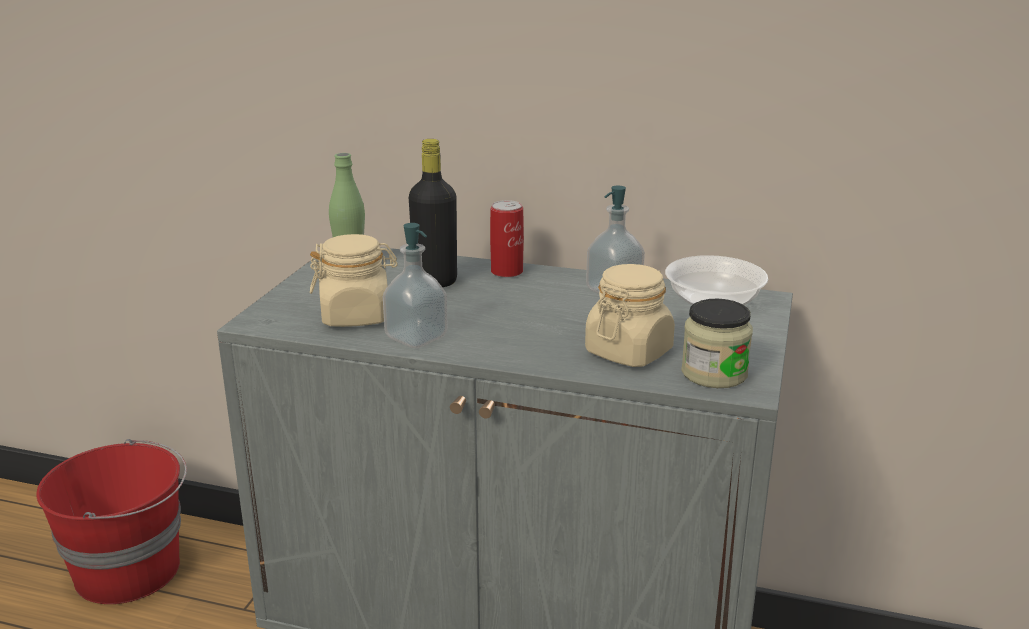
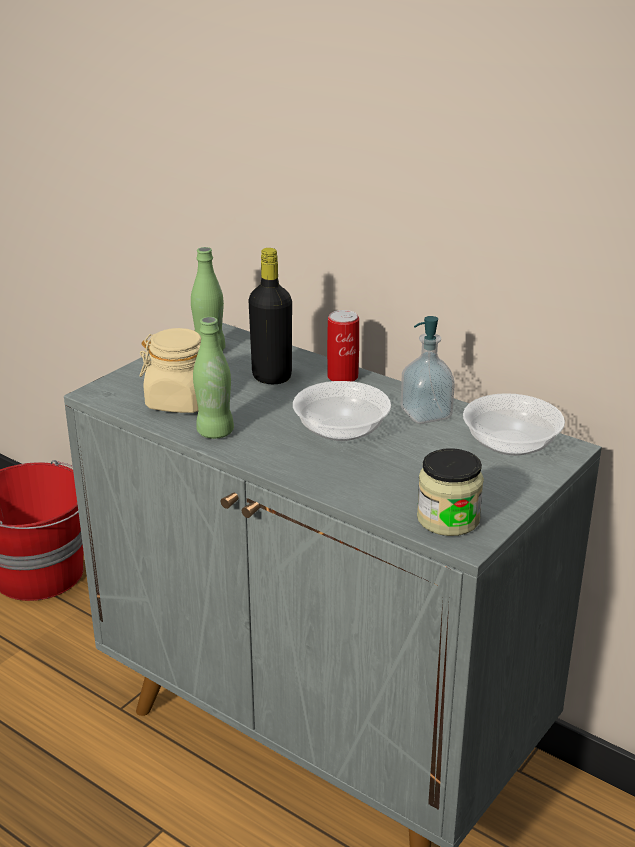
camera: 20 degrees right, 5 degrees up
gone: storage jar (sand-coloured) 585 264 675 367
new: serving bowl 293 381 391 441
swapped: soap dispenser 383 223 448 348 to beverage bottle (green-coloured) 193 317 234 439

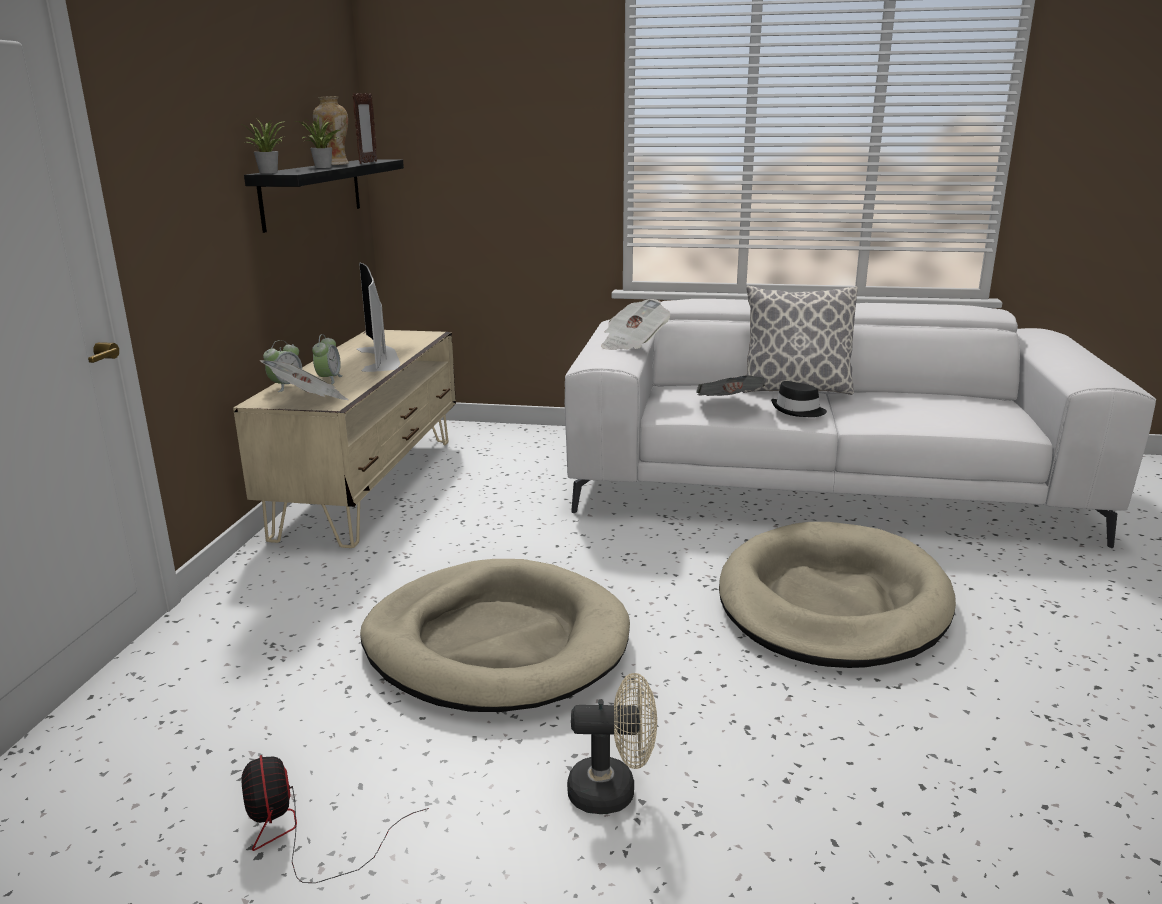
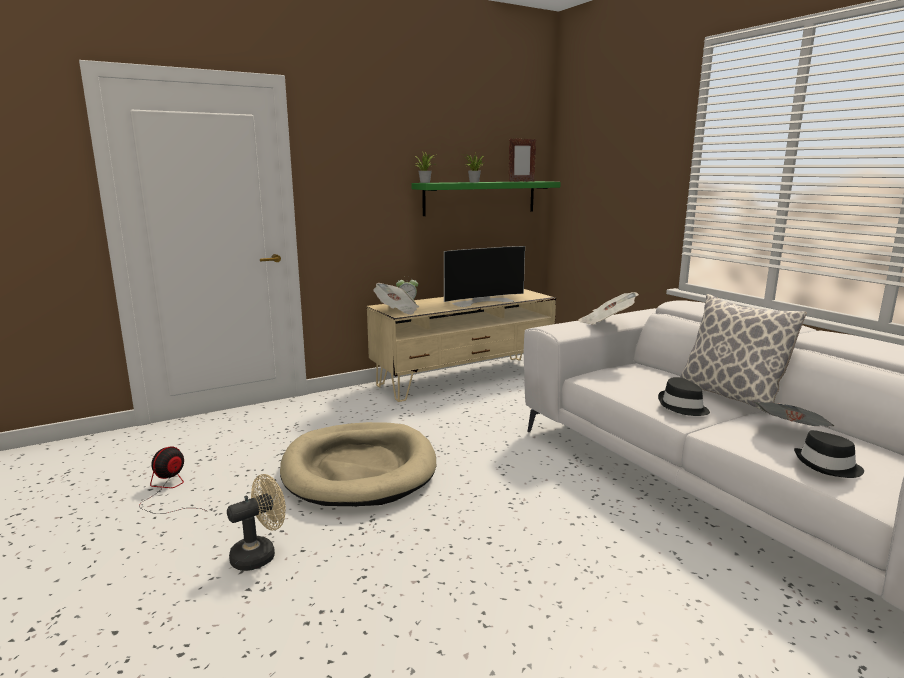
camera: 50 degrees right, 5 degrees down
gone: decorative vase 313 96 349 165; alarm clock 312 334 343 384; dog cushion (sand-coloured) 719 522 956 668
new: clothing hat (blackish) 794 430 864 478
shifted: newspaper 697 375 765 396 to 753 402 834 427
repainted: wall shelf (blackish) 244 160 404 233 to wall shelf (green-coloured) 411 181 561 216
rotated: TV set 357 263 400 372 = 444 246 525 307 150 degrees counterclockwise; fan (sand-coloured) 567 673 657 814 = 227 474 286 571 90 degrees counterclockwise

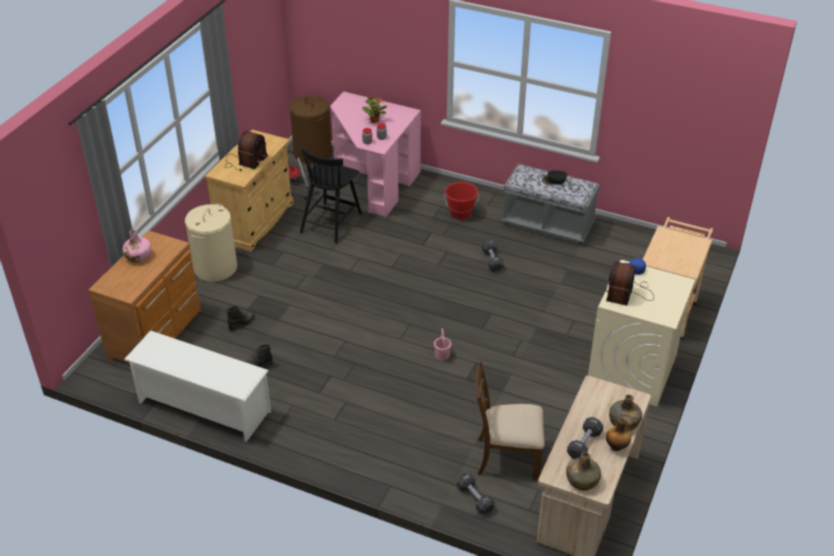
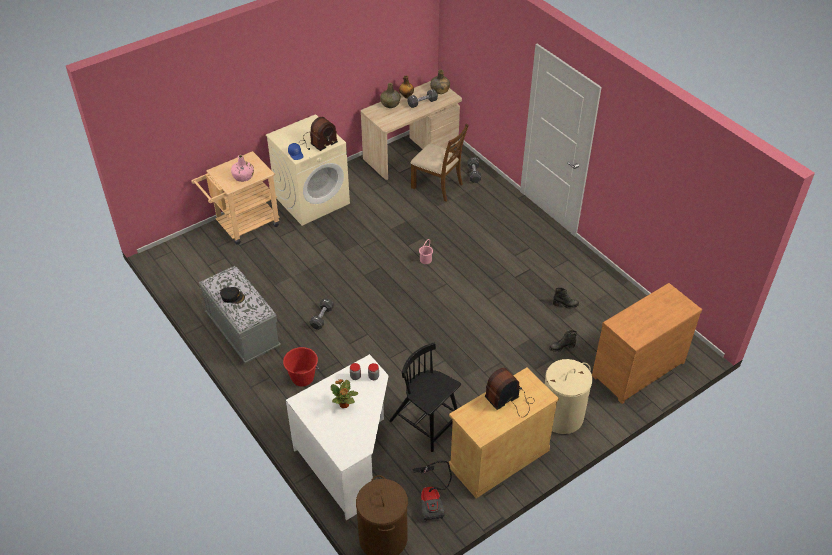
camera: 150 degrees left, 5 degrees up
gone: shoe shelf (whitish) 124 330 271 442
shifted: beverage bottle (pink-coloured) 122 229 151 262 to 231 155 254 182
repainted: desk (pink-coloured) 330 92 421 217 to desk (whitish) 286 354 388 520
rotated: upright chair (blackish) 300 148 362 244 = 389 343 461 452 105 degrees counterclockwise

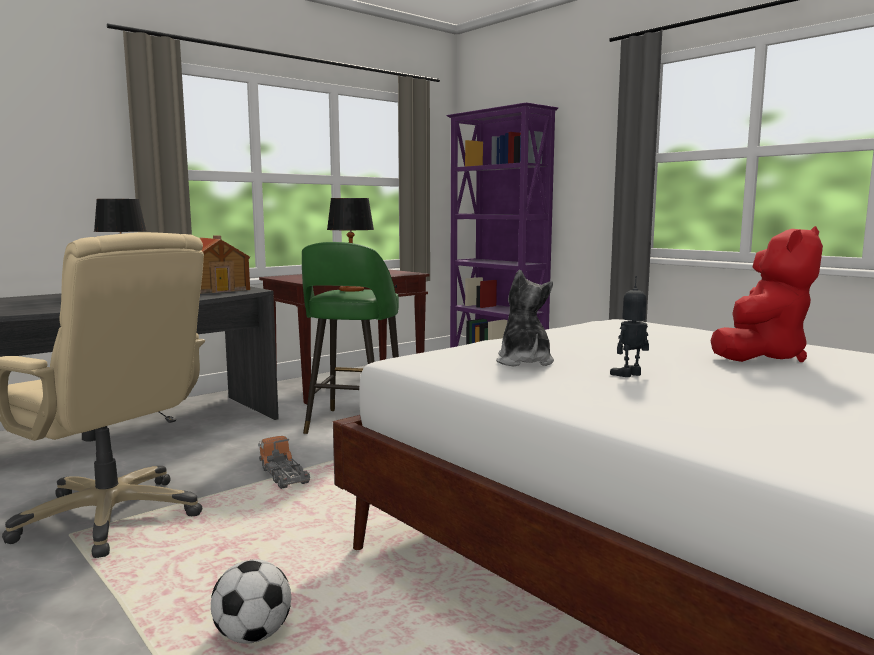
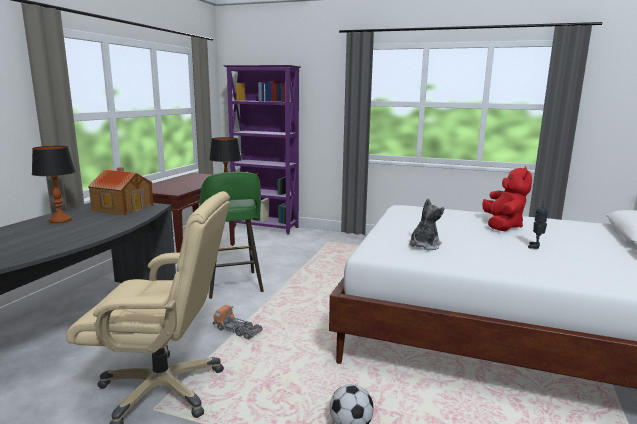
camera: 30 degrees left, 5 degrees up
shifted: model robot 610 276 649 377 to 528 201 548 249
rotated: cuddly toy 496 270 554 367 = 409 198 445 250 75 degrees clockwise

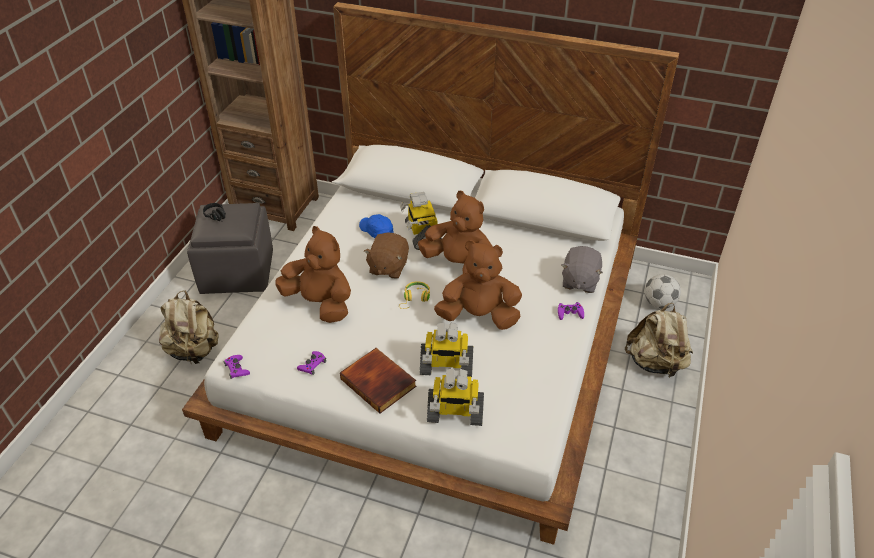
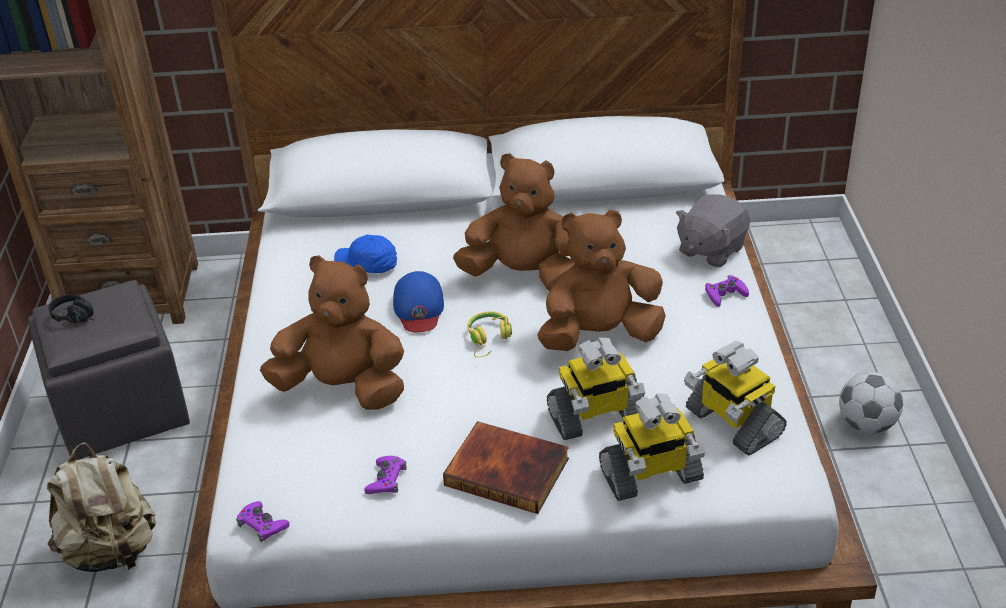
camera: 20 degrees left, 5 degrees down
gone: knapsack (sand-coloured) 625 303 693 379
shifted: model robot 400 192 442 250 to 684 341 786 456; ball for football 645 274 681 309 to 839 372 903 433
swapped: cuddly toy (brown) 364 233 409 279 to baseball cap (bluish) 393 271 444 332
rotated: cuddly toy (grey) 561 246 603 293 = 676 194 750 267 45 degrees clockwise

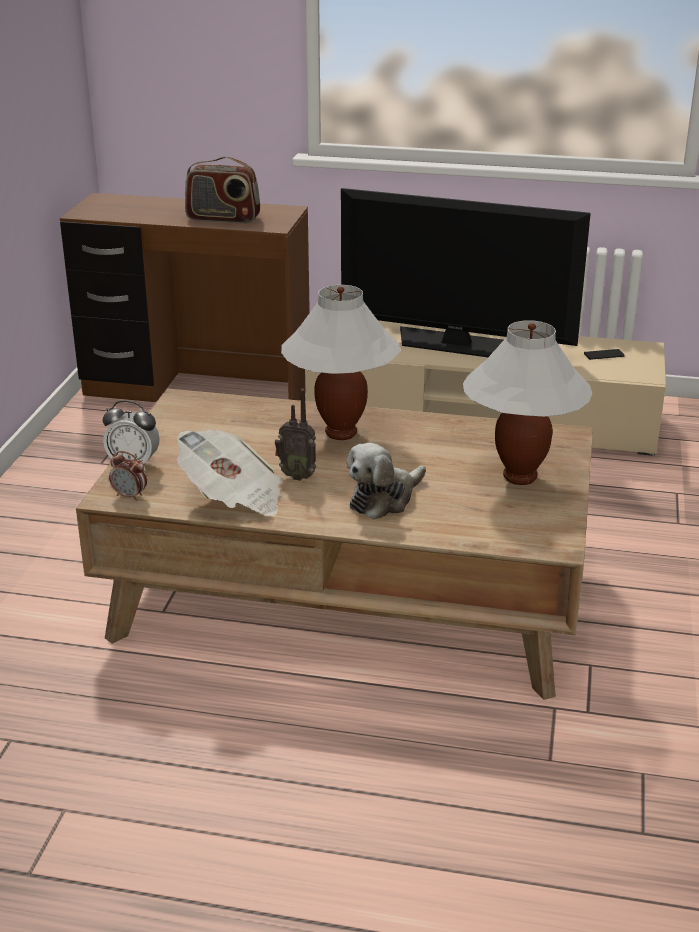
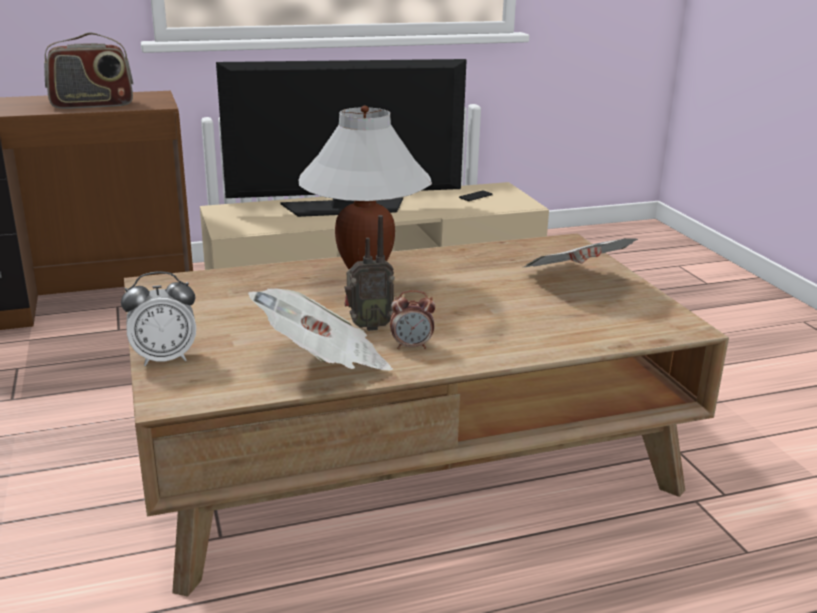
camera: 30 degrees left, 5 degrees down
gone: cuddly toy 347 443 426 520
shifted: alarm clock 109 451 147 501 to 390 290 436 349
swapped: table lamp (whitish) 463 320 592 485 to newspaper 524 238 638 267

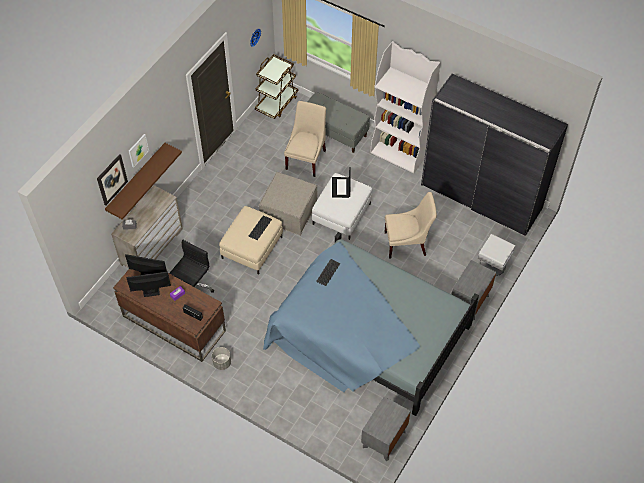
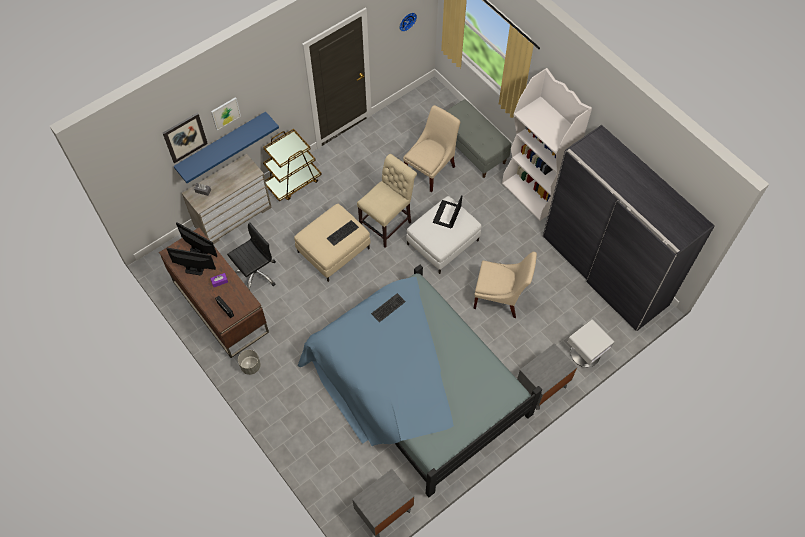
camera: 20 degrees right, 5 degrees up
shifted: cart (brown) 255 54 298 119 to 263 129 322 201
swapped: pouffe (sand-coloured) 258 172 318 236 to upright chair (sand-coloured) 357 154 417 248
repainted: wall shelf (brown) 105 143 182 220 to wall shelf (bluish) 174 112 279 183

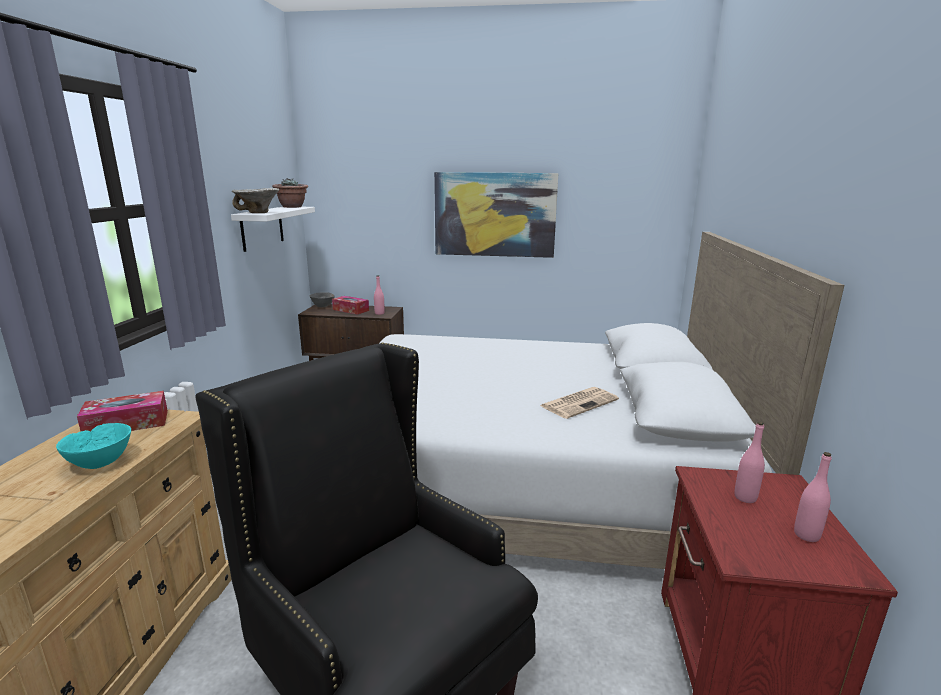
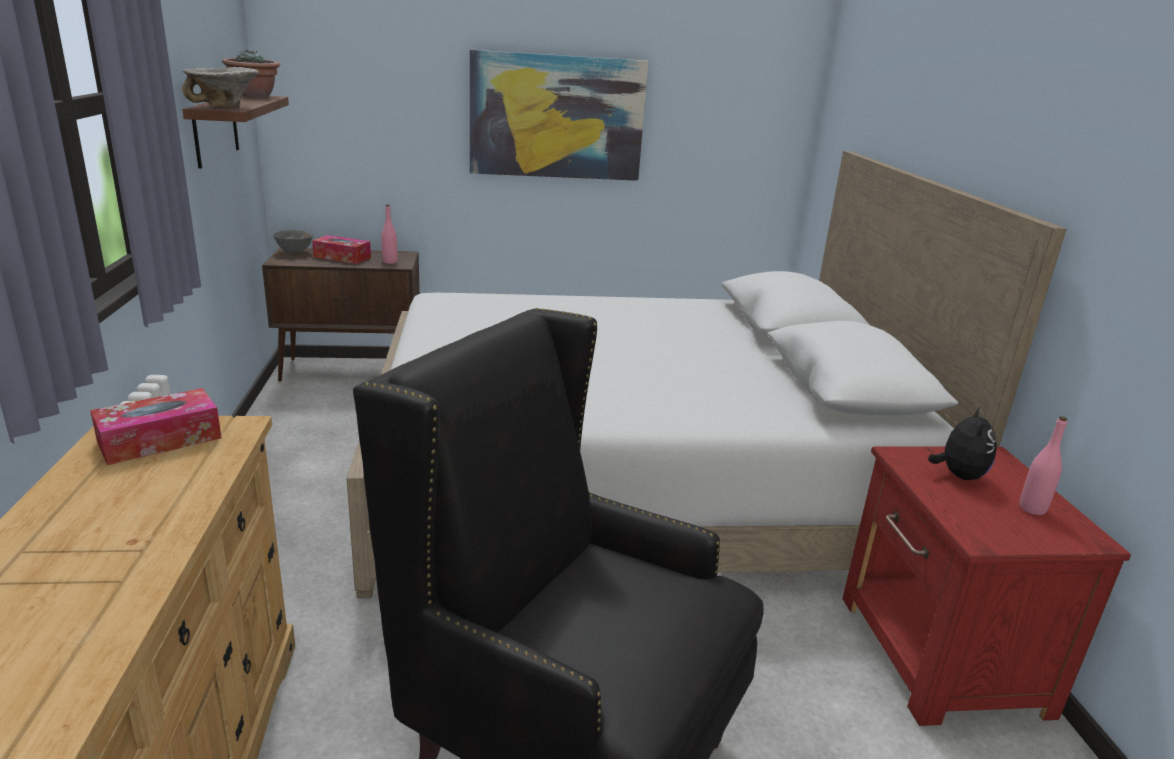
camera: 15 degrees left, 5 degrees up
gone: newspaper 540 387 619 419; serving bowl (turquoise-coloured) 56 423 131 469
swapped: beverage bottle (pink-coloured) 735 422 765 503 to cuddly toy 928 407 997 480
repainted: wall shelf (whitish) 231 207 315 252 to wall shelf (brown) 182 96 289 169

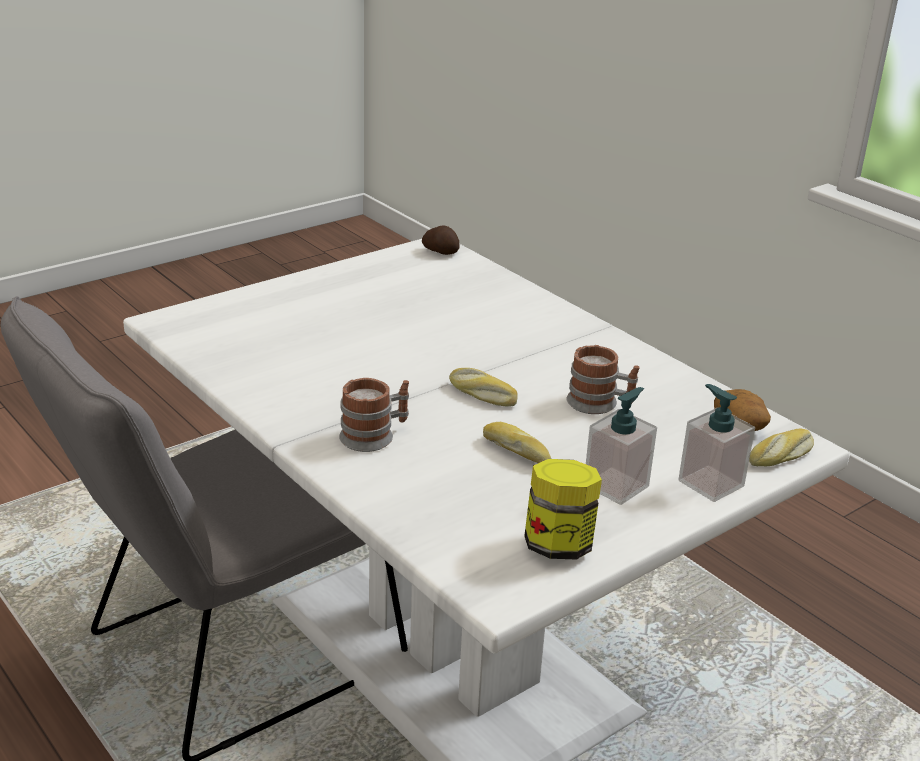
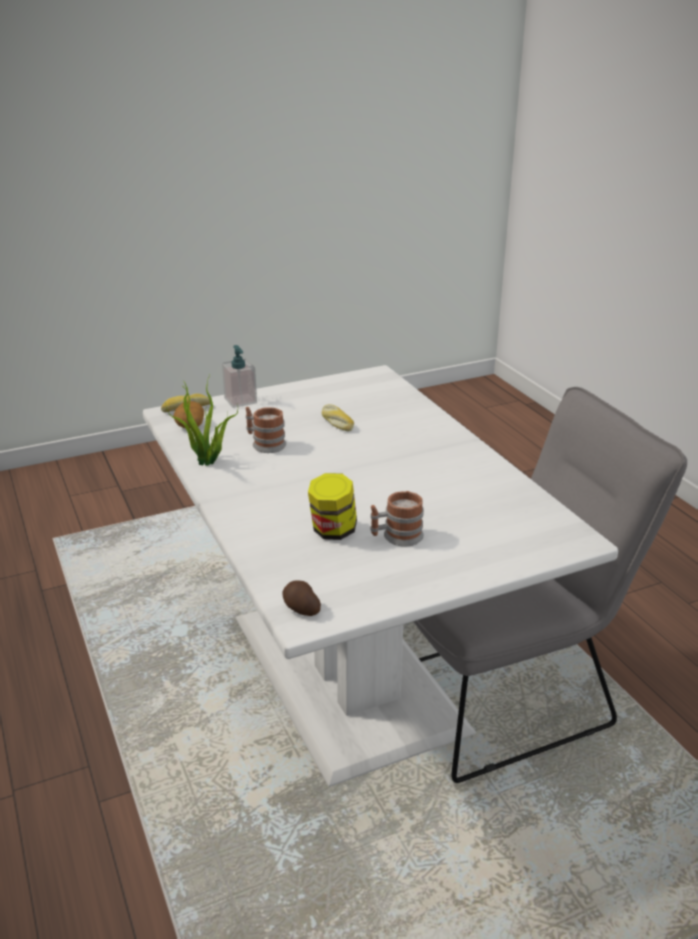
camera: 165 degrees left, 0 degrees up
gone: bakery bread 449 368 518 407; soap dispenser 586 387 657 505
new: potted plant 165 375 238 466
shifted: mug 339 378 409 452 to 370 491 424 547; storage jar 524 459 602 560 to 308 473 357 540

